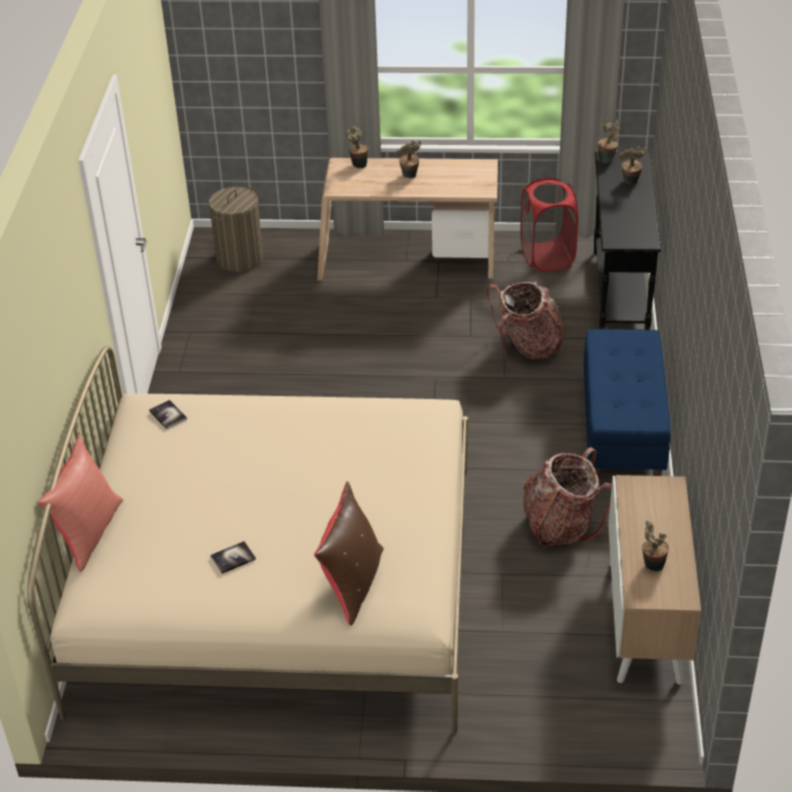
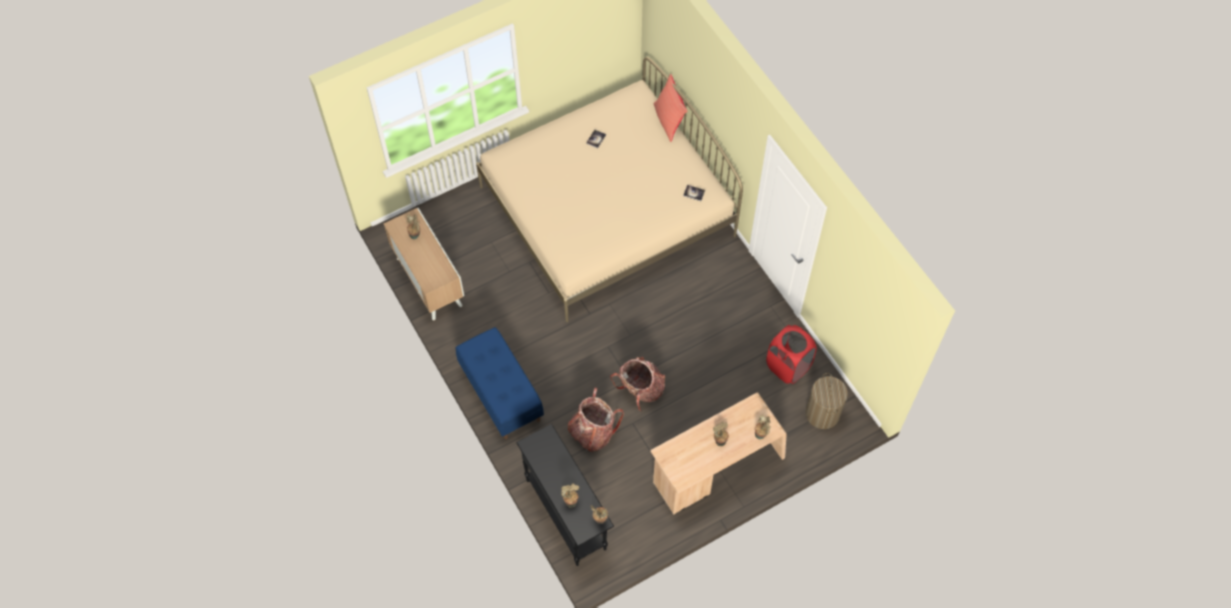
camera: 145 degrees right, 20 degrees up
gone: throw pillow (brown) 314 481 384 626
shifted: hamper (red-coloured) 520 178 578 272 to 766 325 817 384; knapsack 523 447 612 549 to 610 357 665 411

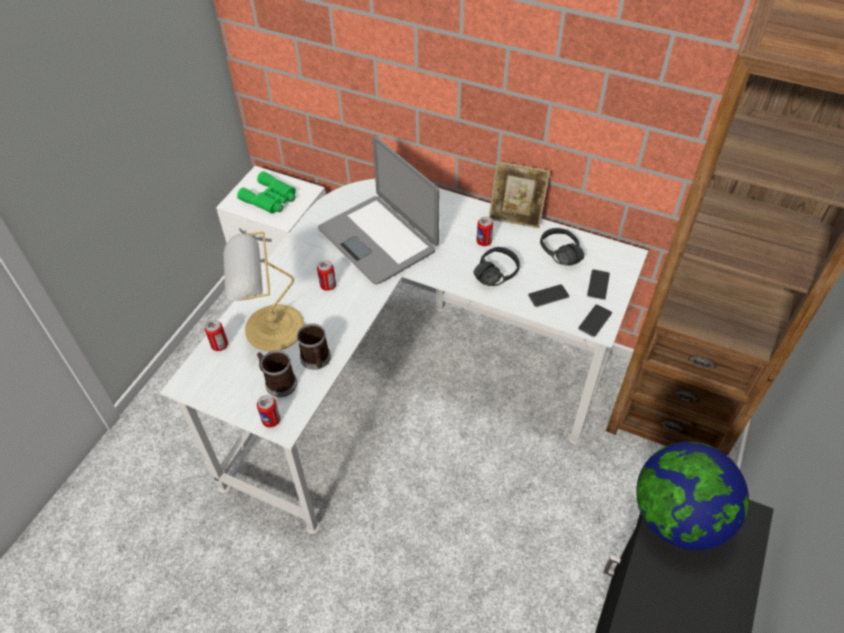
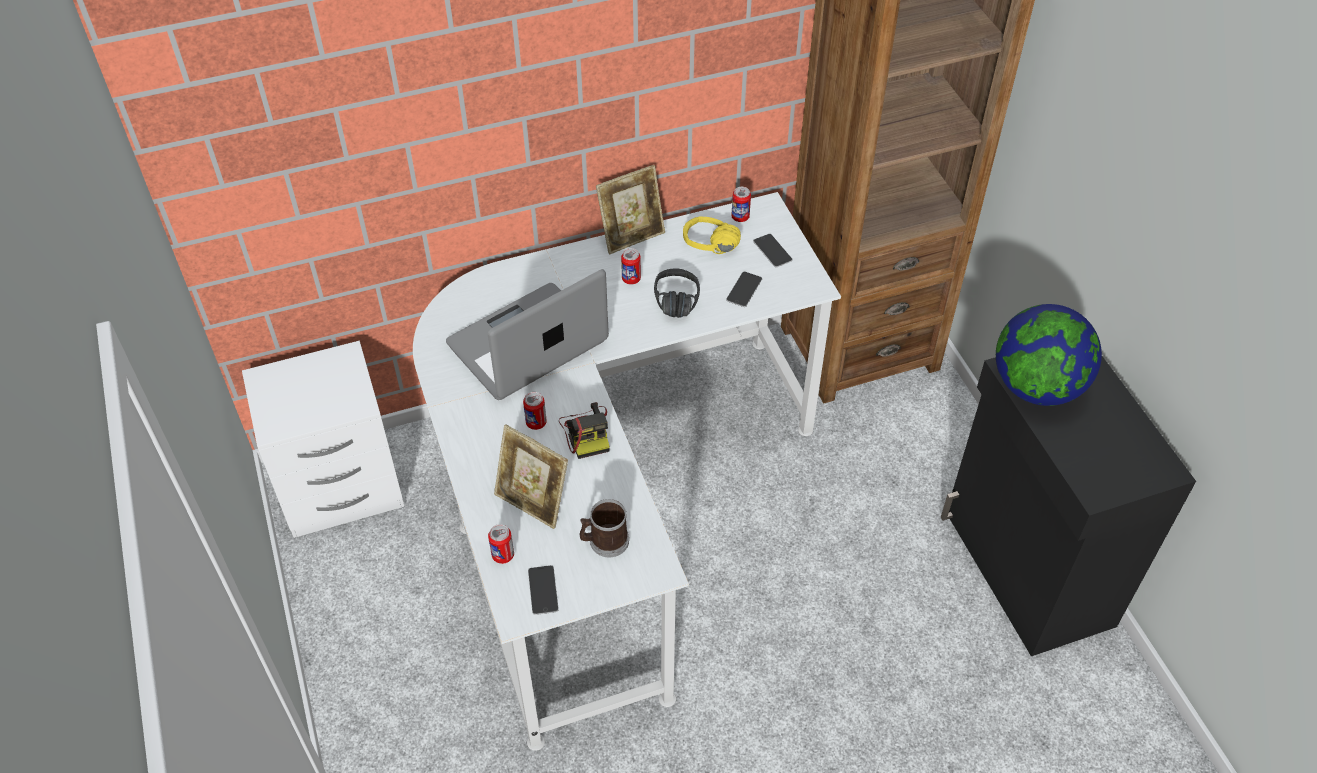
camera: 45 degrees left, 0 degrees up
gone: field glasses (green-coloured) 237 171 296 214; mug 297 323 331 370
new: still camera 559 402 610 459
shifted: phone 578 304 612 337 to 528 565 559 615; metal can 257 395 281 427 to 731 187 751 222
swapped: table lamp 224 232 305 351 to picture frame 494 424 568 529
repainted: headphones (blackish) 540 228 584 266 to headphones (yellow-coloured) 683 216 741 254
rotated: notebook computer 318 136 439 284 = 446 269 609 400 135 degrees clockwise

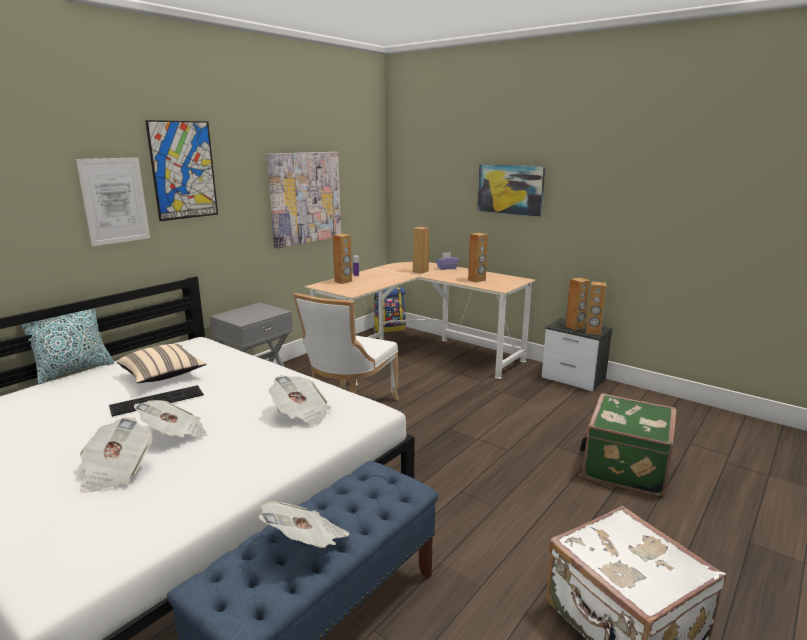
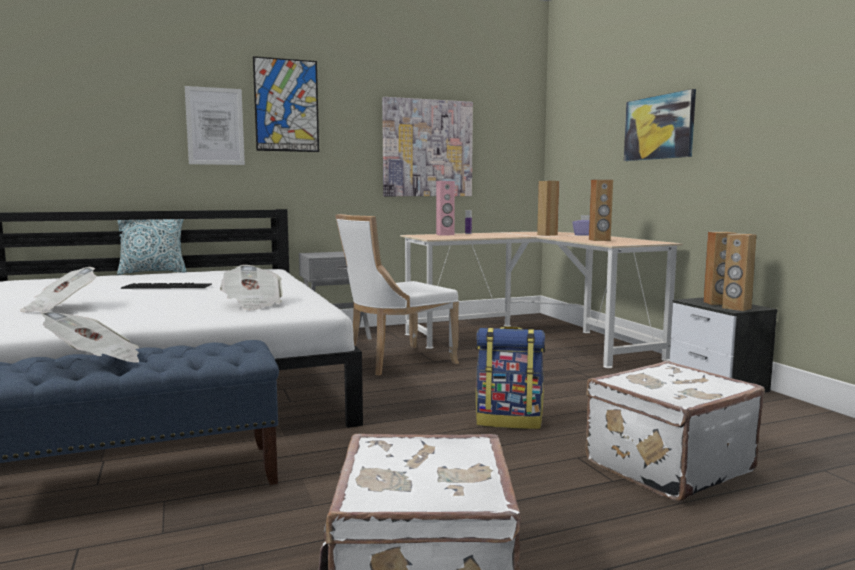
camera: 30 degrees right, 10 degrees down
gone: throw pillow (sand-coloured) 117 344 207 383; newspaper 134 400 207 438
shifted: knapsack 374 287 406 333 to 476 326 546 429
repainted: loudspeaker (brown) 333 234 352 284 to loudspeaker (pink-coloured) 436 181 455 236; piece of luggage (green-coloured) 579 393 677 496 to piece of luggage (whitish) 585 361 765 502

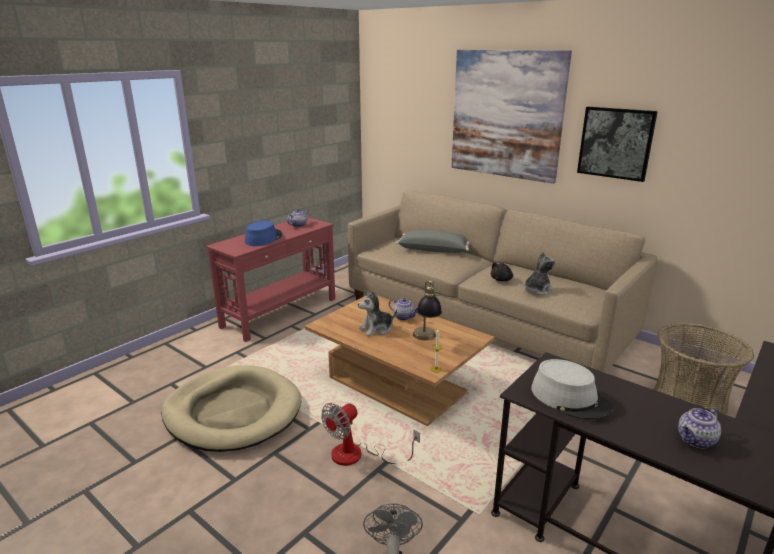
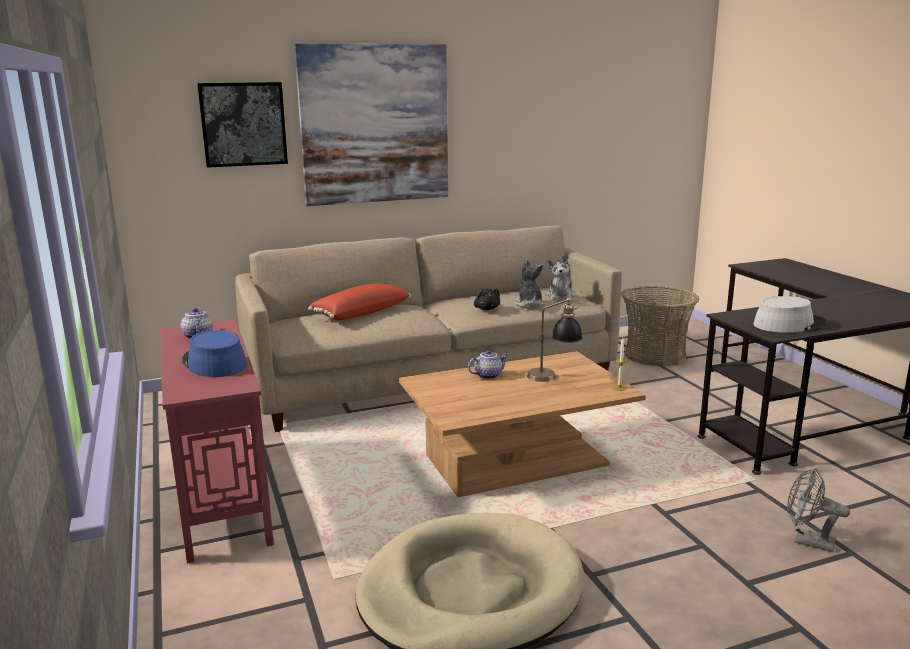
camera: 60 degrees left, 5 degrees down
gone: fan 321 403 420 466; tea pot 678 408 721 448
shifted: picture 577 107 658 182 to 197 82 288 168; cuddly toy 358 291 397 336 to 547 255 574 300
repainted: throw pillow (grey) 396 230 469 253 to throw pillow (red-coloured) 308 283 411 320

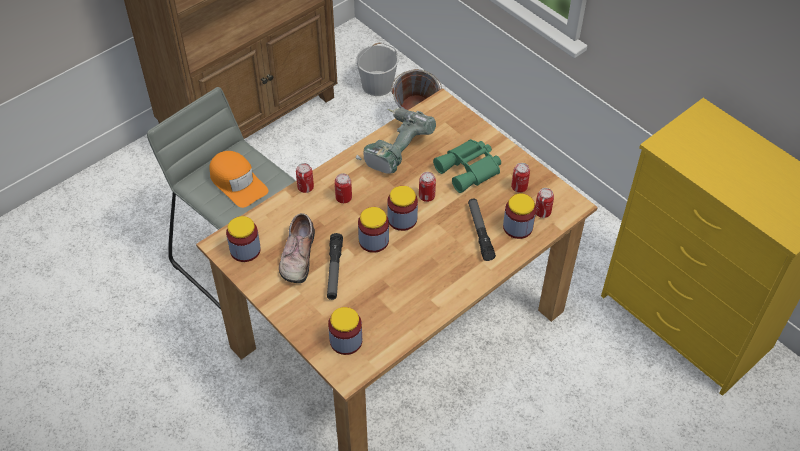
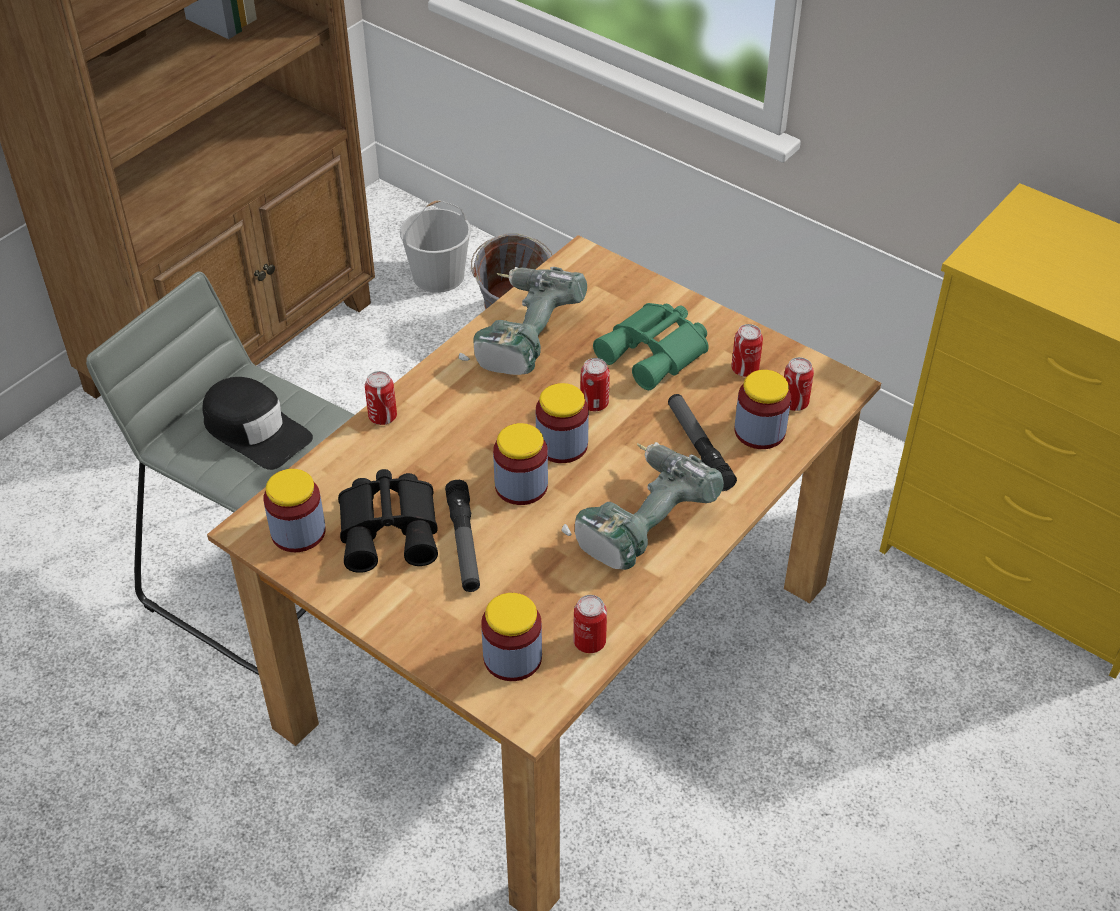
camera: 10 degrees left, 5 degrees down
new: drill 562 442 724 570
shifted: metal can 335 173 352 203 to 573 595 607 653
swapped: item of footwear 279 213 315 283 to field glasses (blackish) 338 469 438 573
repainted: baseball cap (orangey) 210 151 269 208 to baseball cap (blackish) 202 377 313 470

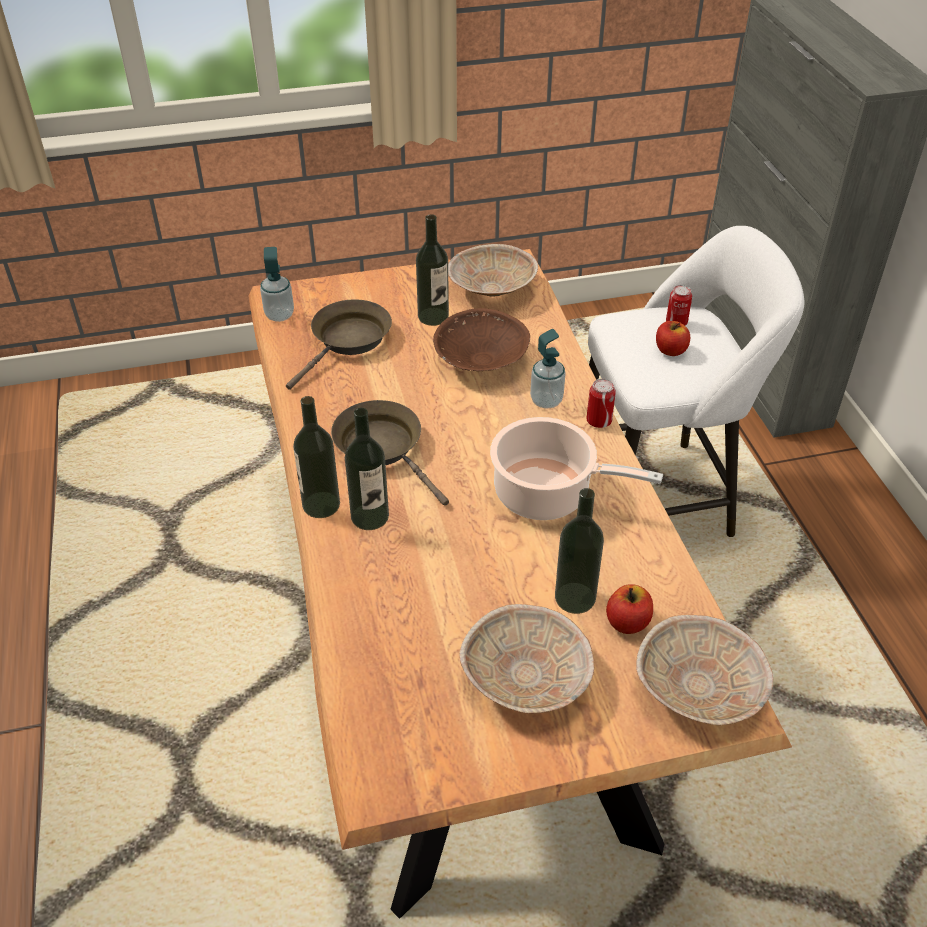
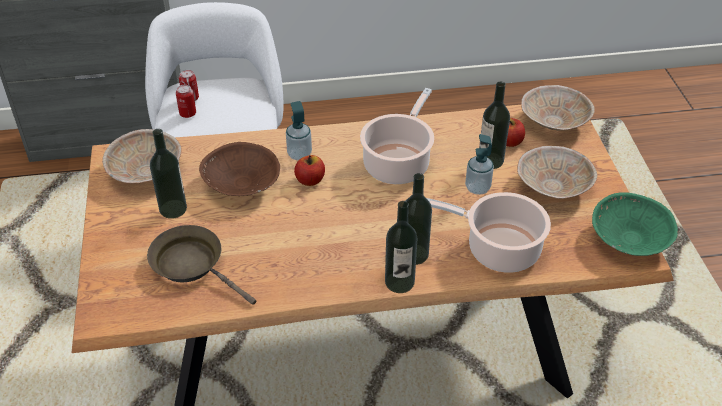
camera: 85 degrees left, 0 degrees up
gone: frying pan (brown) 331 400 449 506
new: cooking pot 426 192 551 273; serving bowl (green-coloured) 592 192 678 256
shifted: soap dispenser 260 247 294 322 to 465 134 494 195; whole apple 656 321 690 356 to 294 155 325 186; metal can 586 379 616 428 to 176 85 196 118

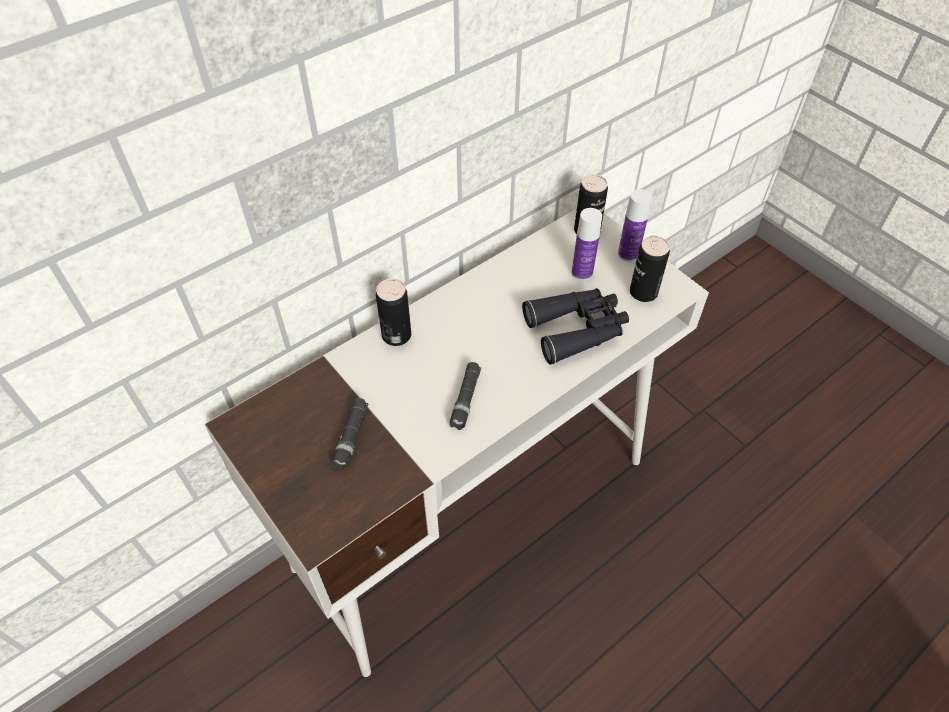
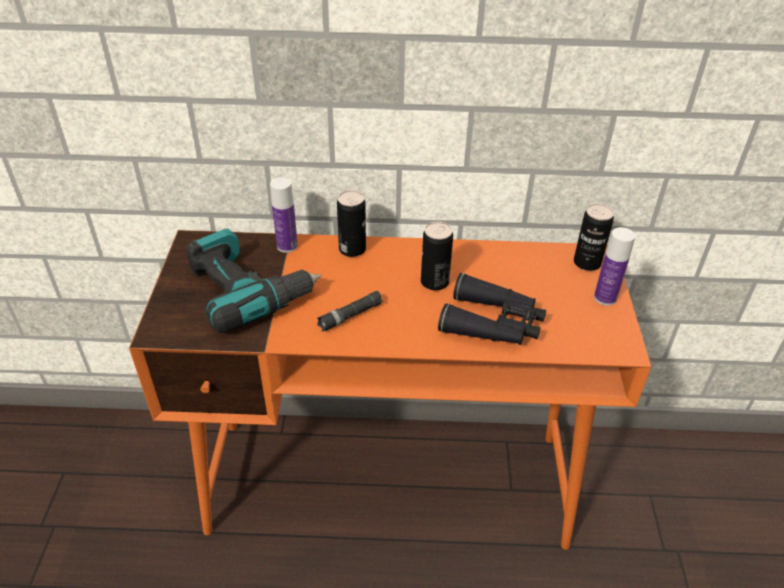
camera: 40 degrees right, 10 degrees down
shifted: beverage bottle 572 208 602 281 to 270 177 298 253; metal can 630 236 670 302 to 421 221 453 291
swapped: torch (blackish) 331 398 368 470 to drill 186 229 321 333
repainted: desk (whitish) 204 209 709 677 to desk (orangey) 129 230 651 550

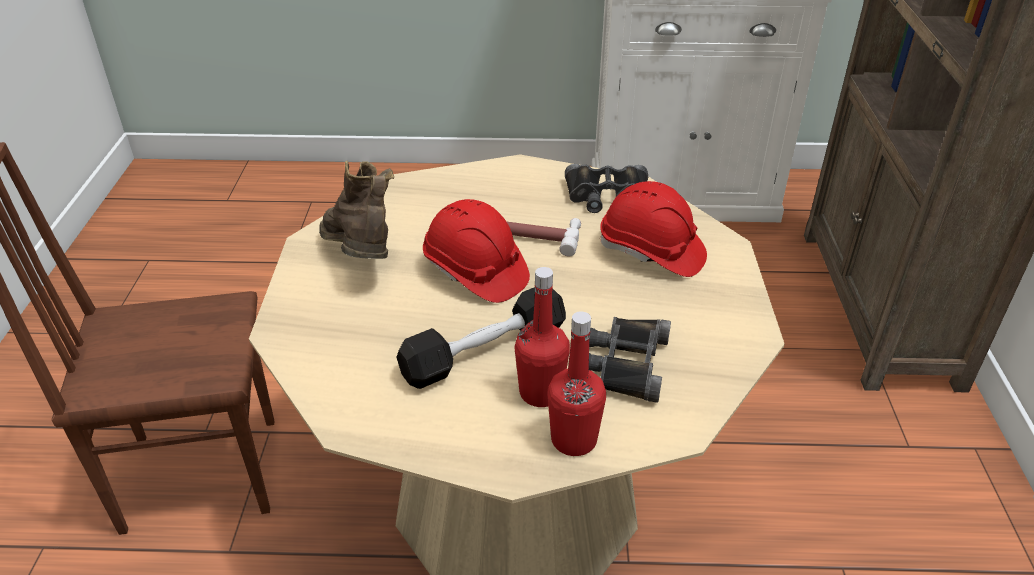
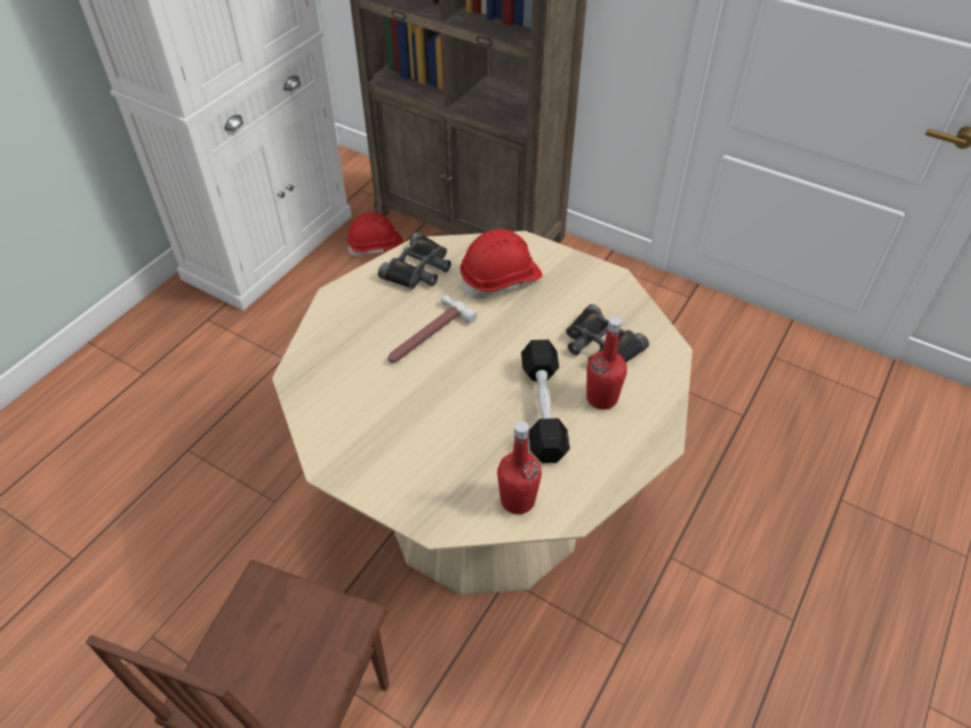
camera: 60 degrees left, 10 degrees up
gone: high-top boot (brown) 319 161 394 259
shifted: hard hat (red-coloured) 423 199 530 303 to 347 212 404 256; beverage bottle (red-coloured) 548 311 606 456 to 497 421 542 514

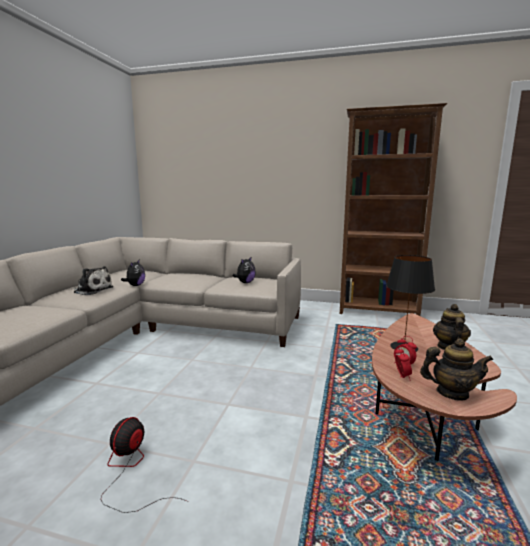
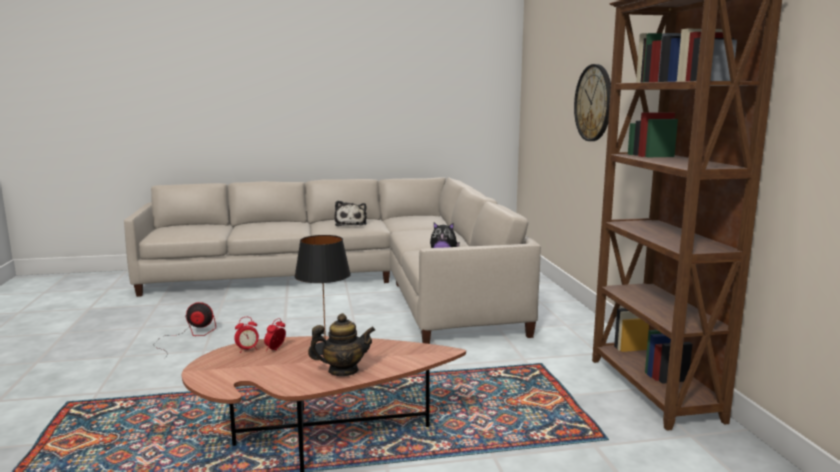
camera: 65 degrees right, 0 degrees up
gone: cuddly toy 121 260 145 286; tea pot 420 339 493 401
new: hanging clock 574 64 611 141

